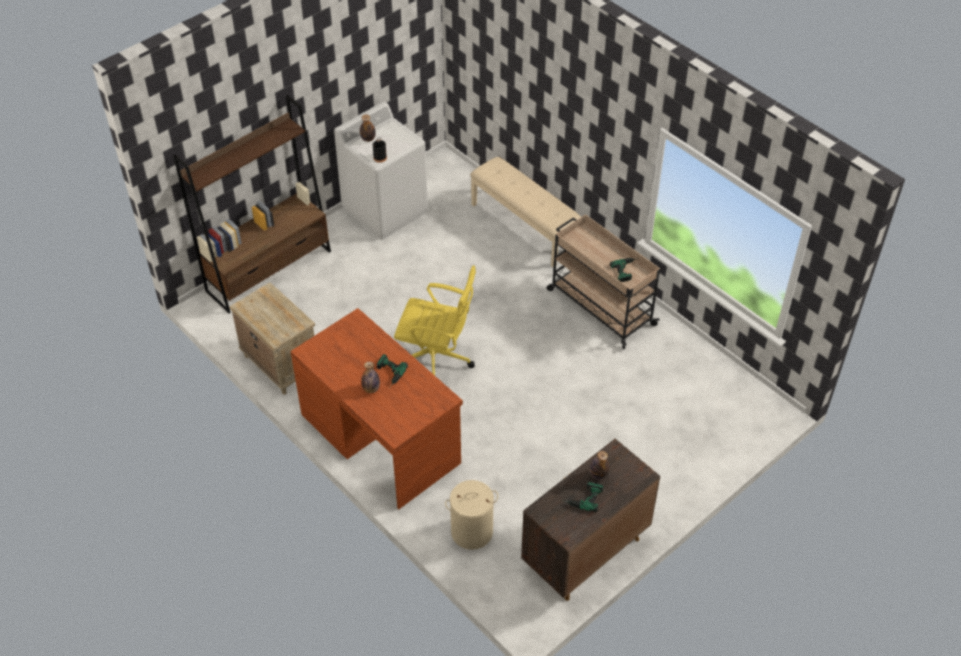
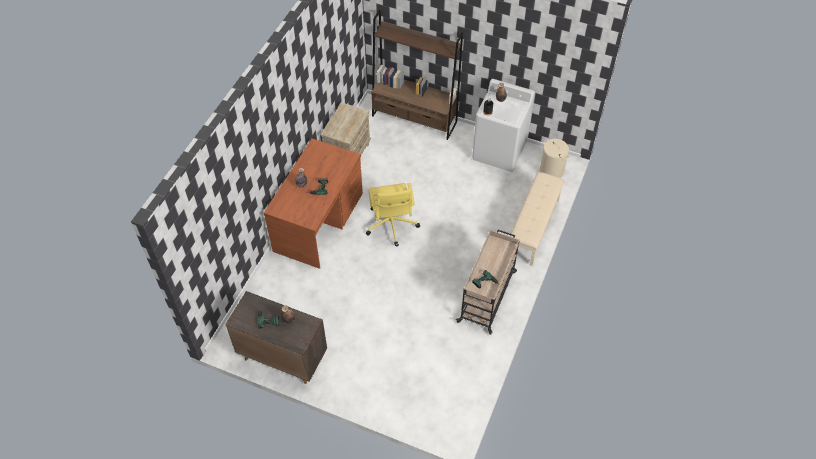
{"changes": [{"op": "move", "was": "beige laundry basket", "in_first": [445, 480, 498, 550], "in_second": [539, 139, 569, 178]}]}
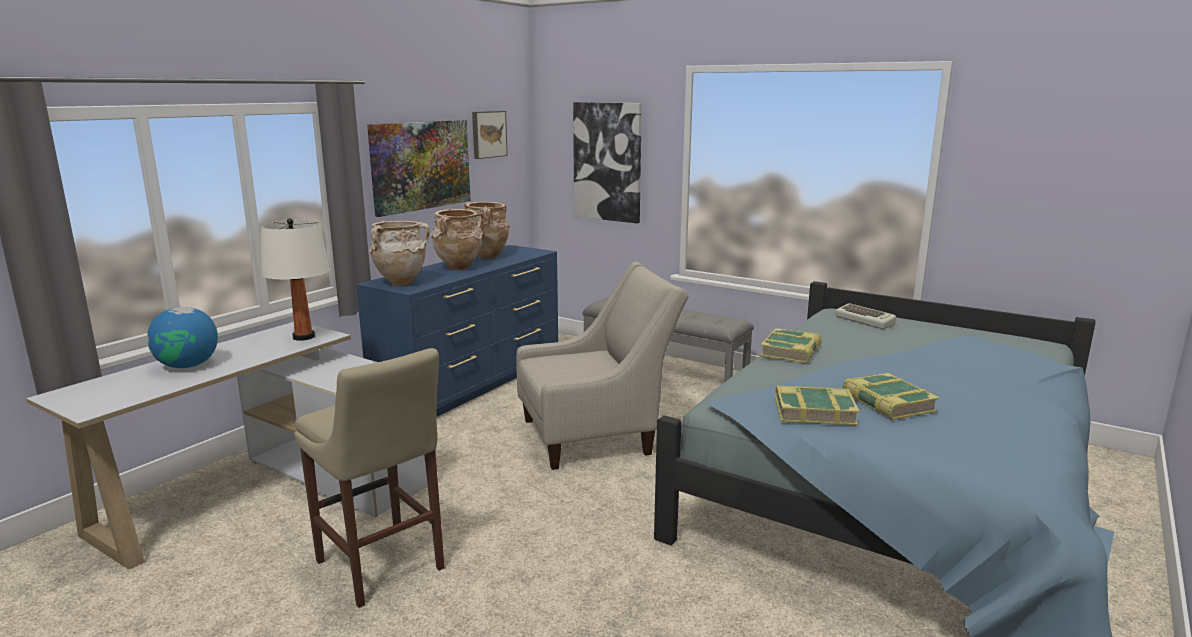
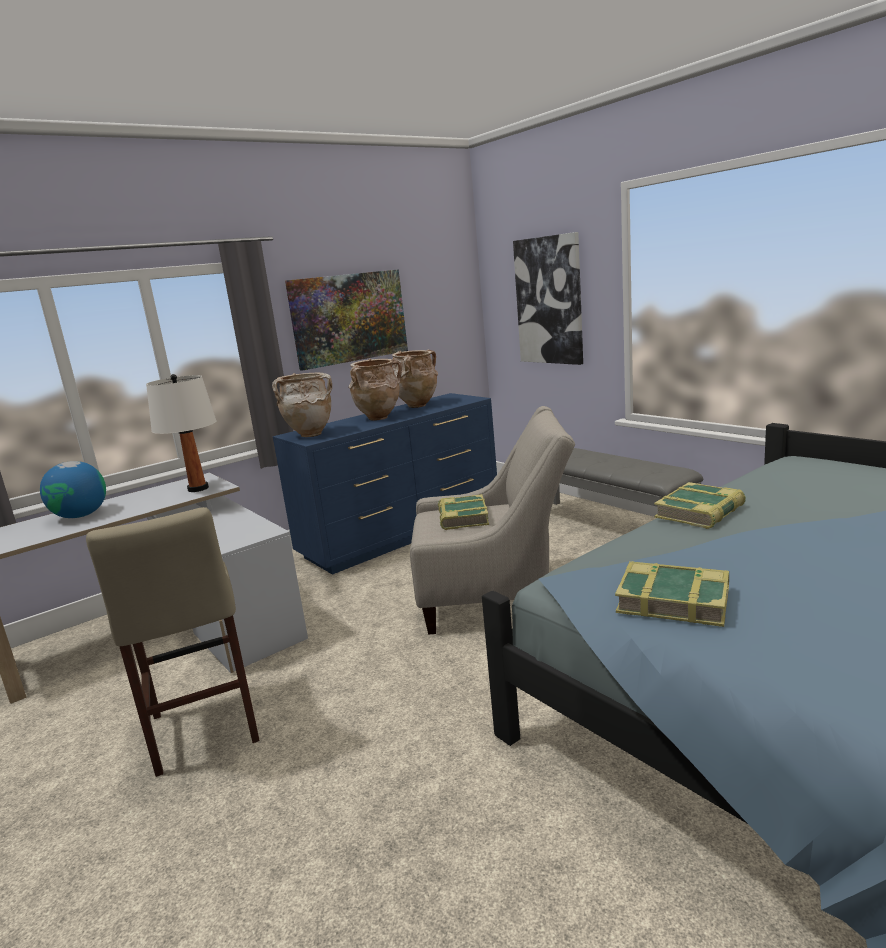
{"changes": [{"op": "delete", "was": "picture", "in_first": [472, 111, 508, 159]}, {"op": "delete", "was": "keyboard", "in_first": [835, 303, 896, 329]}, {"op": "move", "was": "book", "in_first": [842, 373, 939, 420], "in_second": [438, 494, 489, 530]}]}
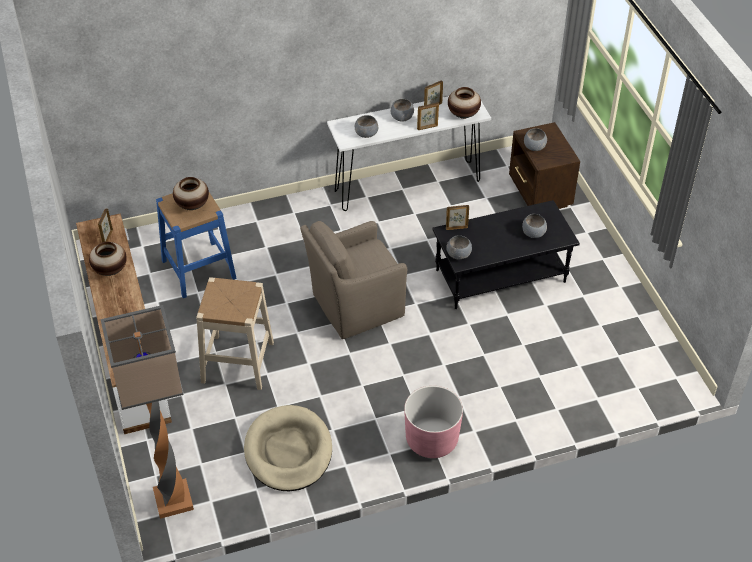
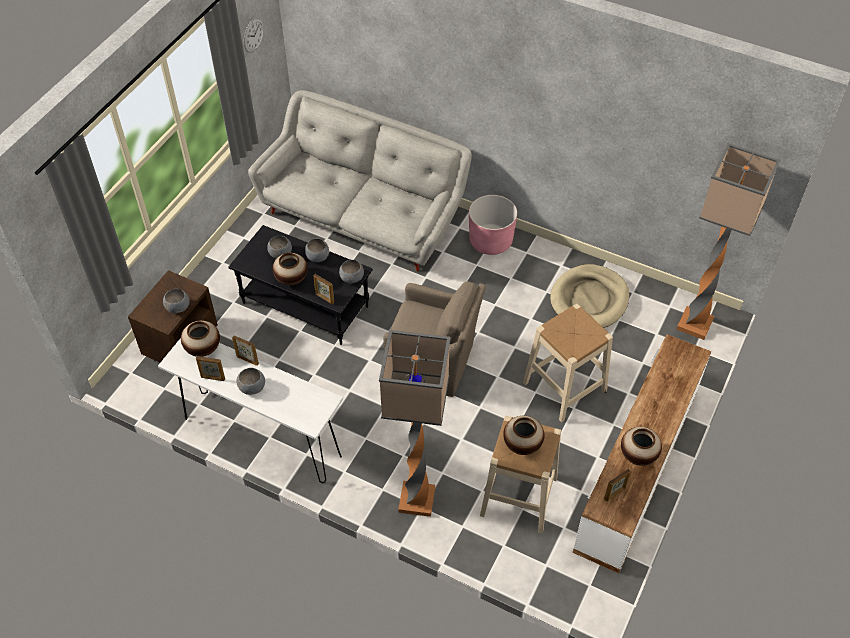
{"changes": [{"op": "insert", "now": "wall clock", "in_second": [243, 18, 263, 53]}, {"op": "insert", "now": "grey sofa", "in_second": [248, 90, 472, 271]}, {"op": "insert", "now": "vase", "in_second": [272, 253, 308, 285]}, {"op": "insert", "now": "floor lamp", "in_second": [379, 330, 451, 517]}, {"op": "move", "was": "grey bowl", "in_first": [355, 115, 378, 138], "in_second": [305, 238, 329, 262]}, {"op": "recolor", "was": "blue stool", "now": "beige stool", "in_first": [156, 192, 237, 298], "in_second": [480, 416, 561, 533]}]}
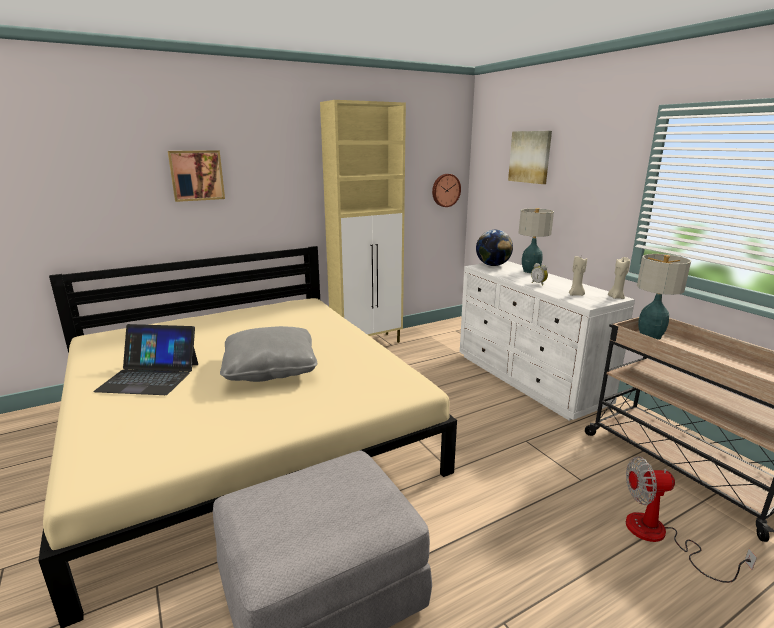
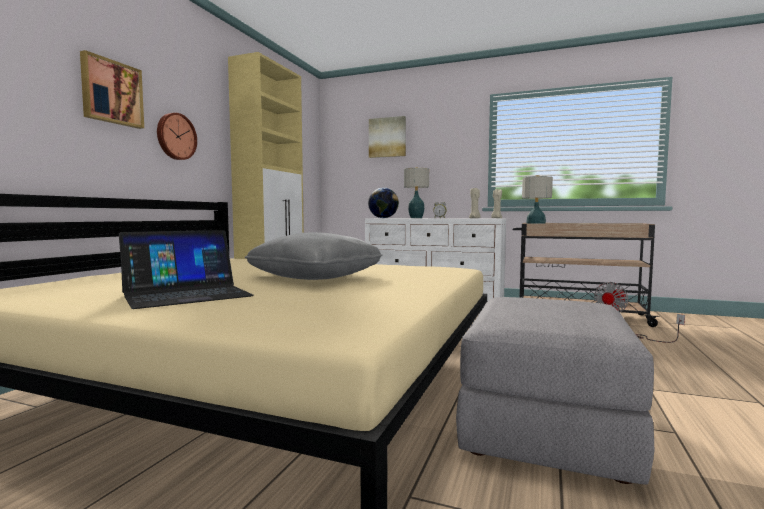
{"changes": [{"op": "move", "was": "wall clock", "in_first": [432, 174, 461, 207], "in_second": [157, 113, 197, 160]}]}
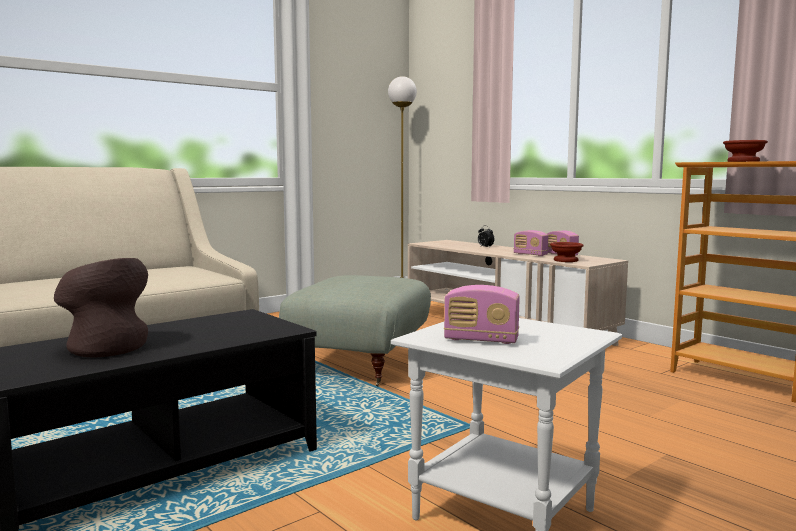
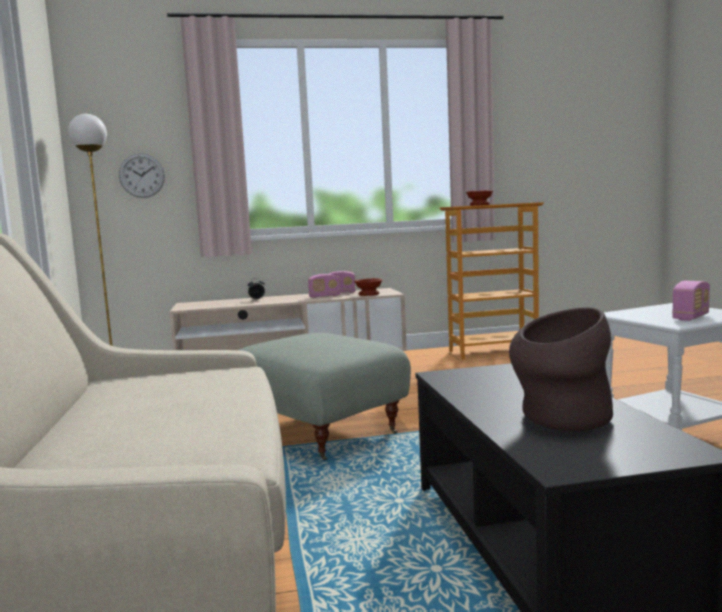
{"changes": [{"op": "insert", "now": "wall clock", "in_second": [119, 153, 165, 198]}]}
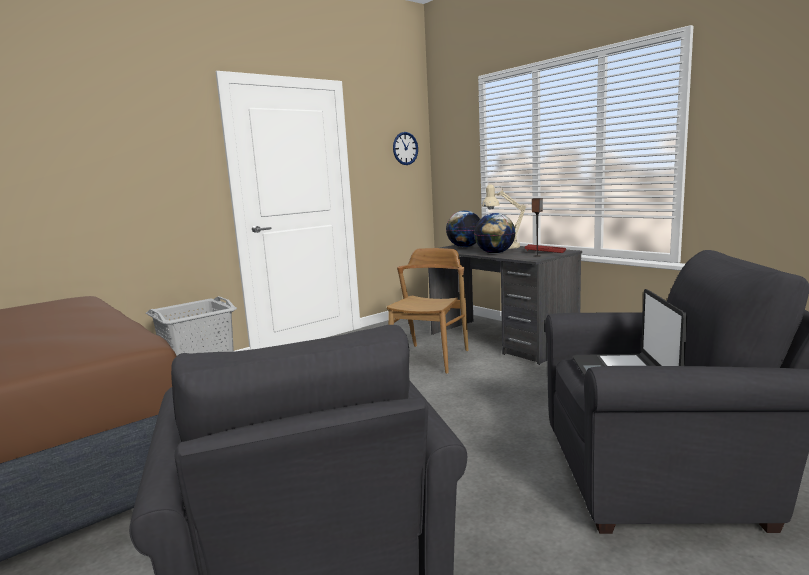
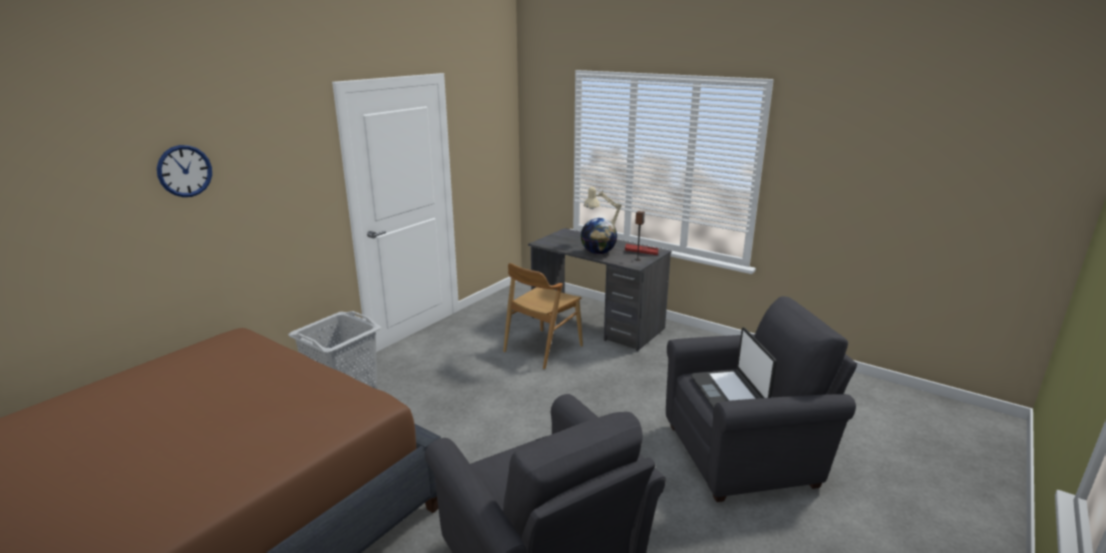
{"changes": [{"op": "delete", "was": "globe", "in_first": [446, 211, 480, 247]}, {"op": "move", "was": "wall clock", "in_first": [393, 132, 418, 165], "in_second": [157, 145, 212, 197]}, {"op": "rotate", "was": "brown chair", "in_first": [387, 248, 469, 374], "in_second": [503, 263, 583, 369], "clockwise": -150}]}
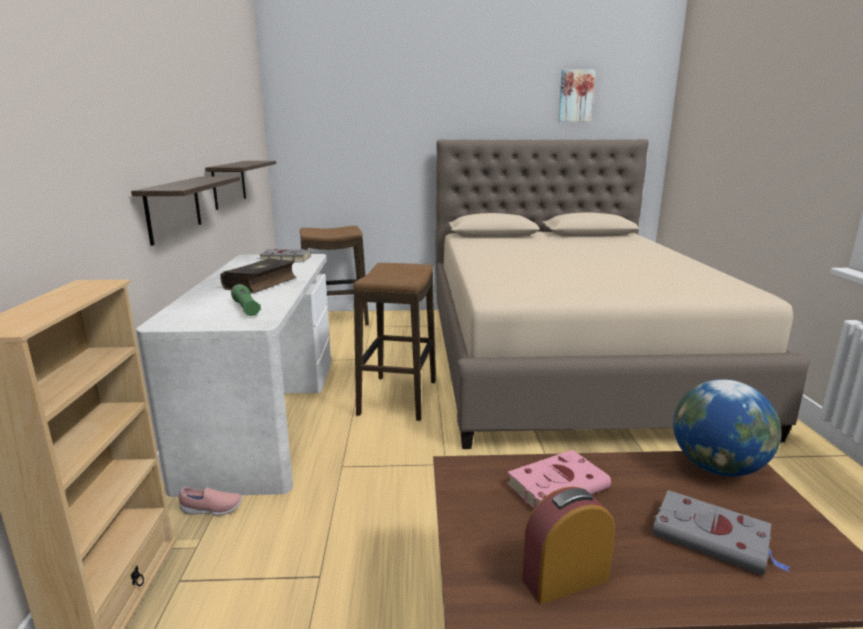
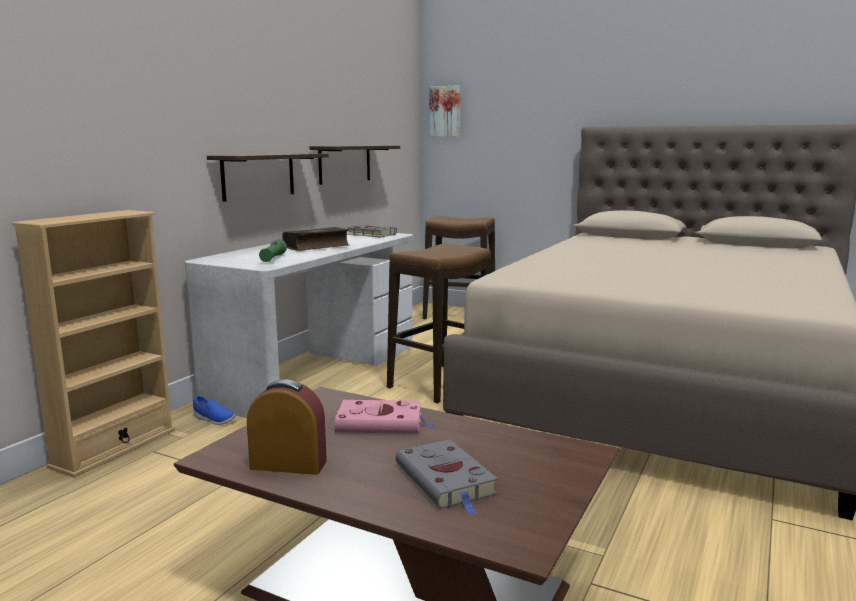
{"changes": [{"op": "delete", "was": "globe", "in_first": [673, 379, 781, 477]}, {"op": "move", "was": "picture", "in_first": [558, 70, 595, 122], "in_second": [429, 85, 461, 137]}, {"op": "recolor", "was": "pink shoe", "now": "blue shoe", "in_first": [178, 487, 242, 516], "in_second": [193, 395, 236, 425]}]}
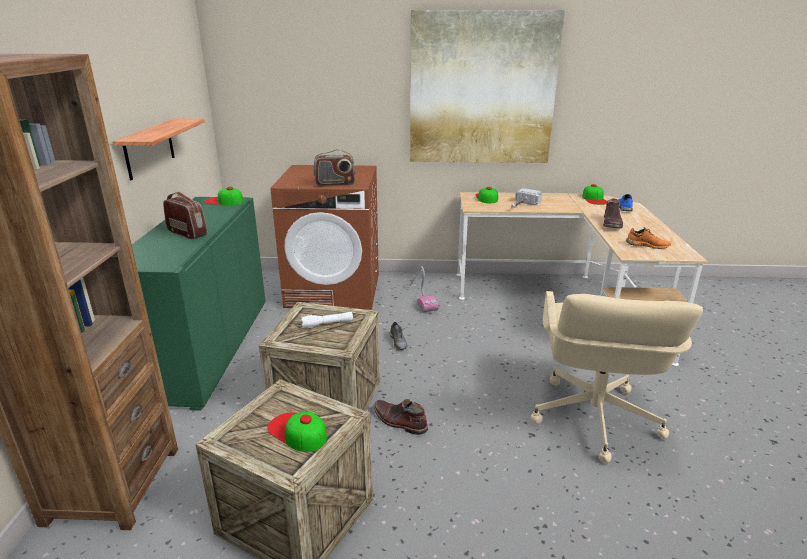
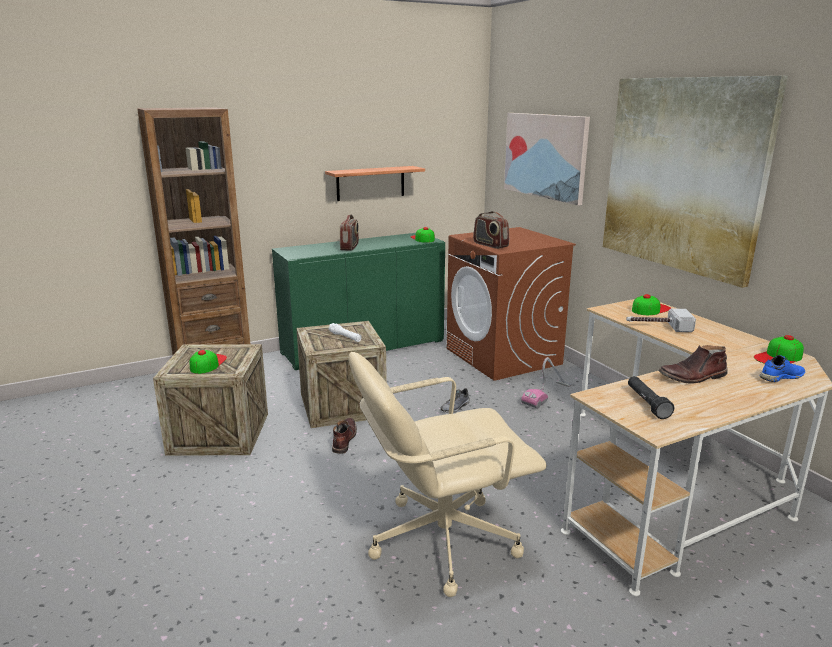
{"changes": [{"op": "insert", "now": "picture", "in_second": [504, 113, 590, 206]}, {"op": "replace", "was": "orange shoe", "now": "black flashlight", "in_first": [626, 227, 671, 249], "in_second": [628, 376, 674, 419]}]}
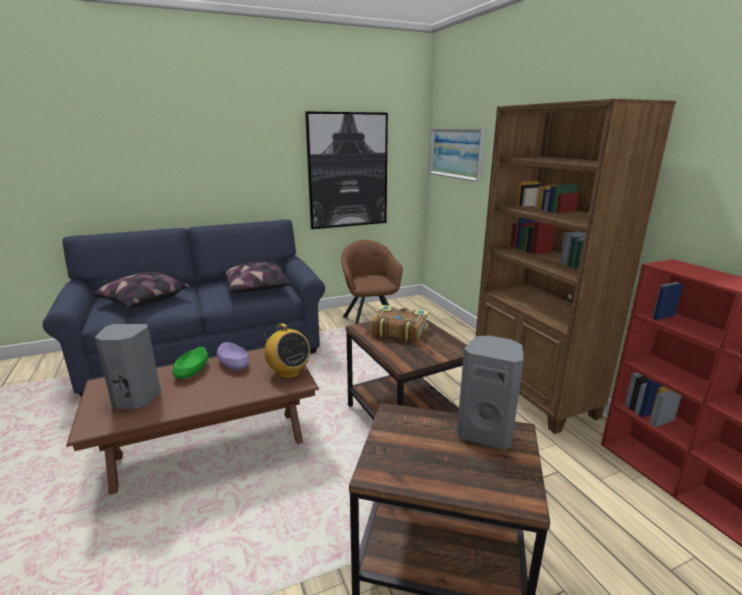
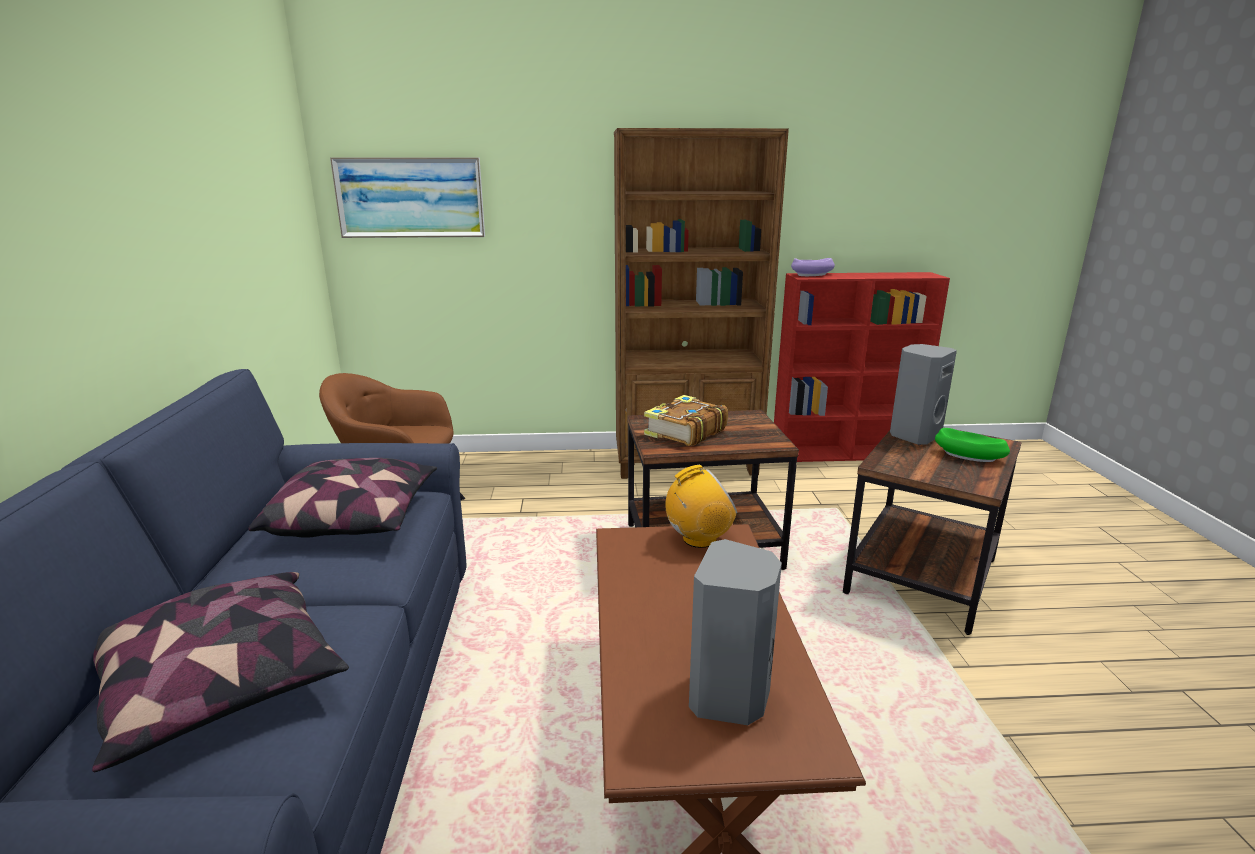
{"changes": [{"op": "delete", "was": "picture", "in_first": [305, 112, 388, 229]}, {"op": "move", "was": "green bowl", "in_first": [172, 347, 208, 380], "in_second": [935, 428, 1010, 462]}, {"op": "move", "was": "purple bowl", "in_first": [217, 342, 249, 371], "in_second": [791, 258, 835, 276]}]}
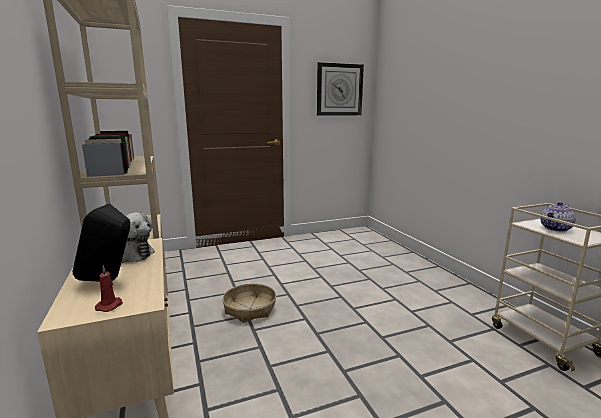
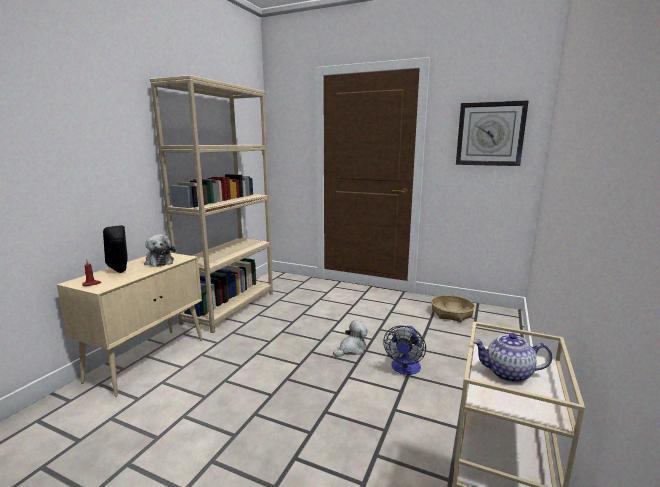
{"changes": [{"op": "insert", "now": "plush toy", "in_second": [333, 321, 368, 357]}, {"op": "insert", "now": "fan", "in_second": [383, 325, 426, 375]}, {"op": "move", "was": "basket", "in_first": [222, 284, 276, 323], "in_second": [431, 295, 475, 322]}]}
